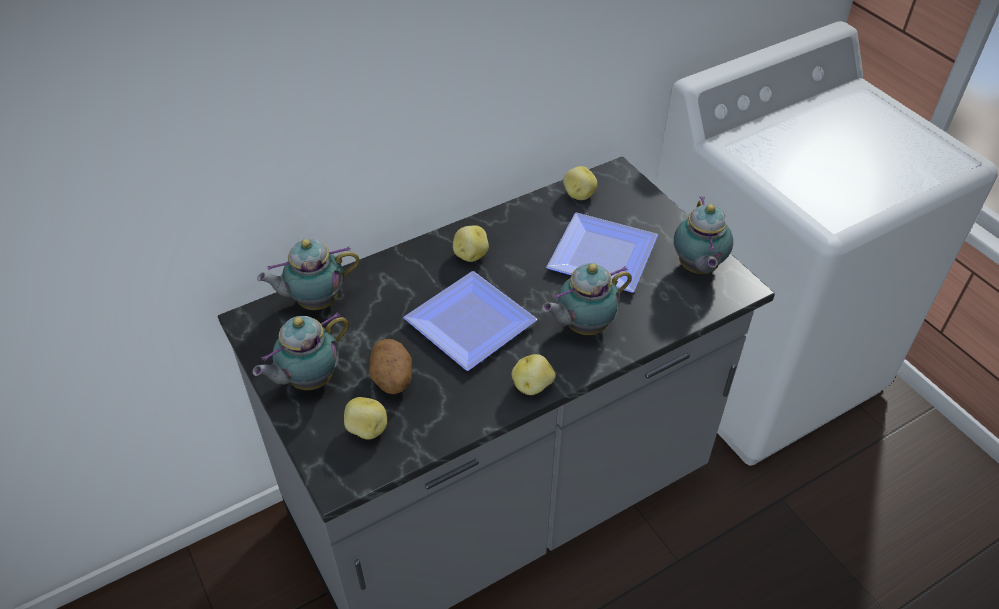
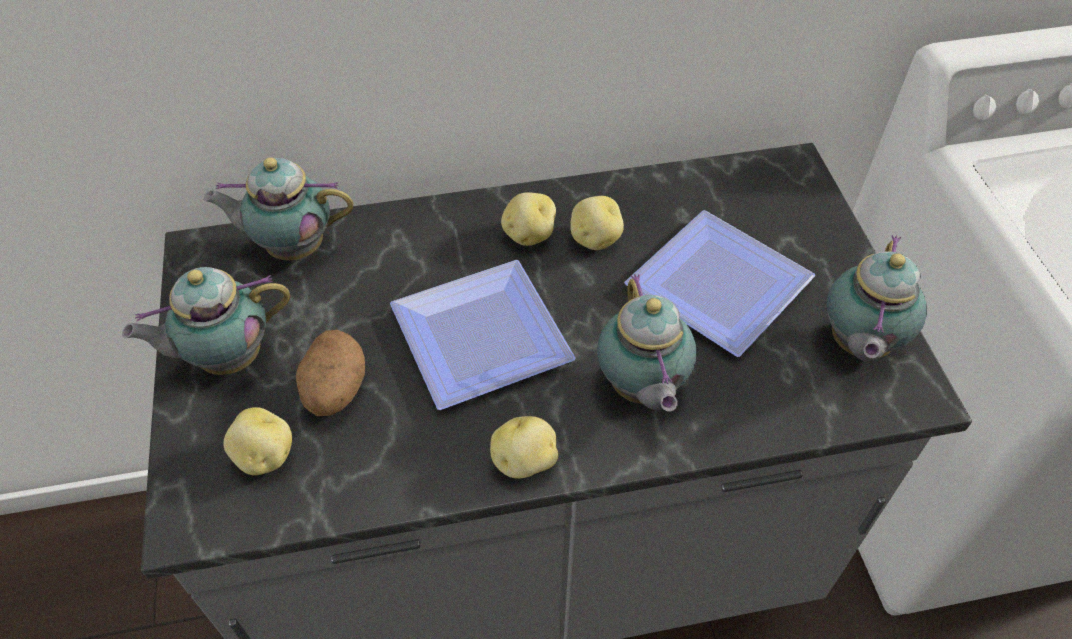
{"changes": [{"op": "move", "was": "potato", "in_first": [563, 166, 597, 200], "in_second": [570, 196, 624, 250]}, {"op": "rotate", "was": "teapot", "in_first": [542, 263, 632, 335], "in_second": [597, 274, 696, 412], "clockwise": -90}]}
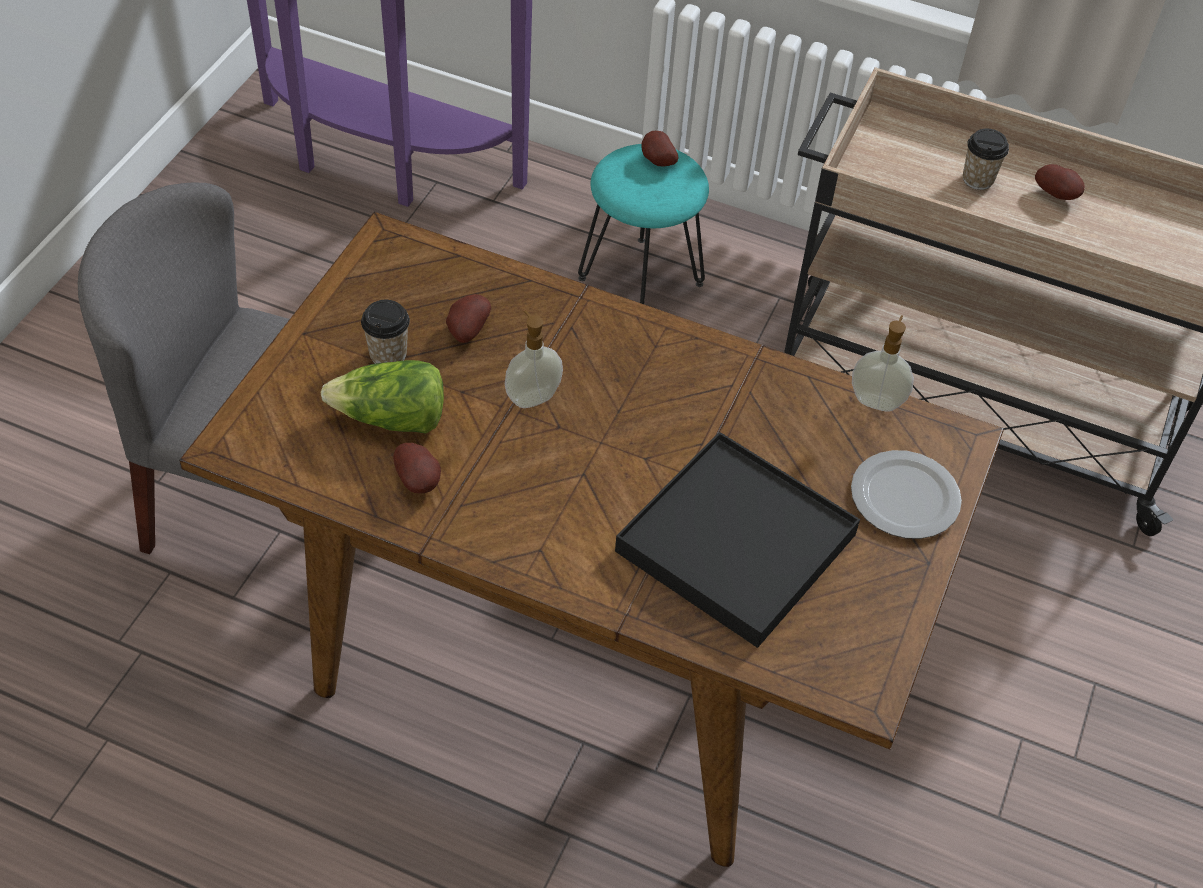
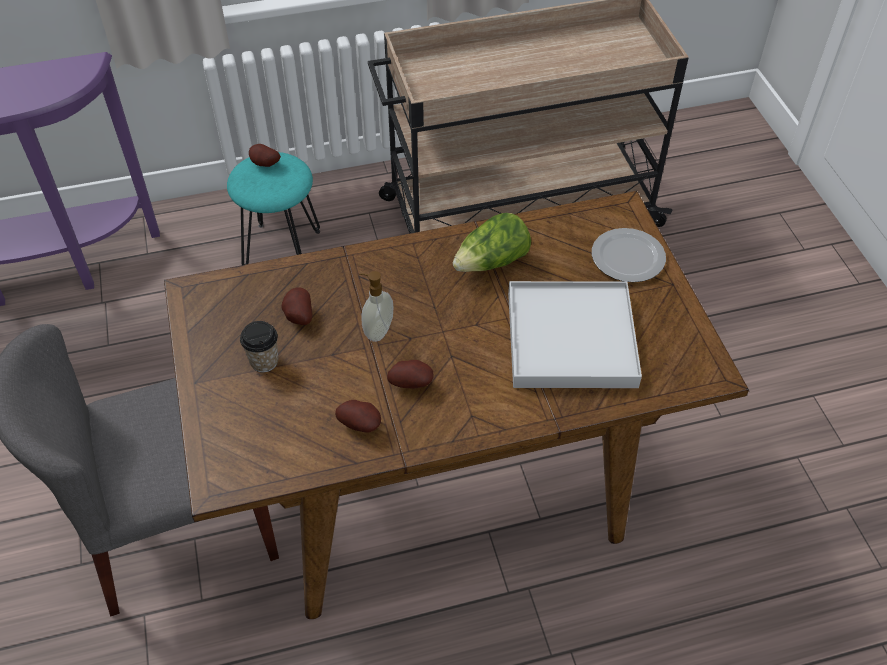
{"changes": [{"op": "delete", "was": "soap dispenser", "in_first": [852, 315, 914, 412]}, {"op": "delete", "was": "cup", "in_first": [963, 129, 1009, 190]}, {"op": "move", "was": "lettuce", "in_first": [320, 360, 444, 433], "in_second": [453, 213, 531, 272]}, {"op": "move", "was": "potato", "in_first": [1035, 164, 1085, 200], "in_second": [387, 360, 434, 388]}, {"op": "recolor", "was": "black tray", "now": "white tray", "in_first": [615, 432, 860, 648], "in_second": [508, 281, 642, 388]}]}
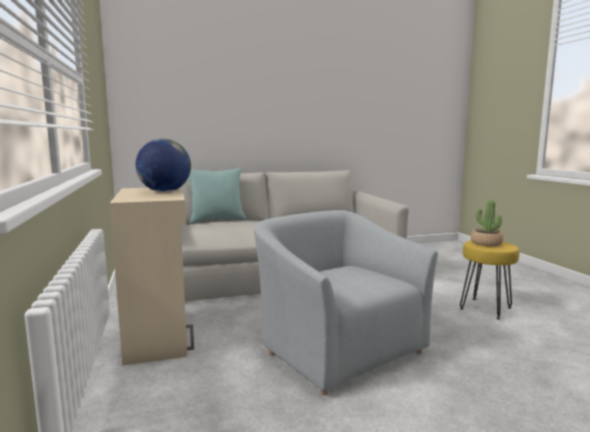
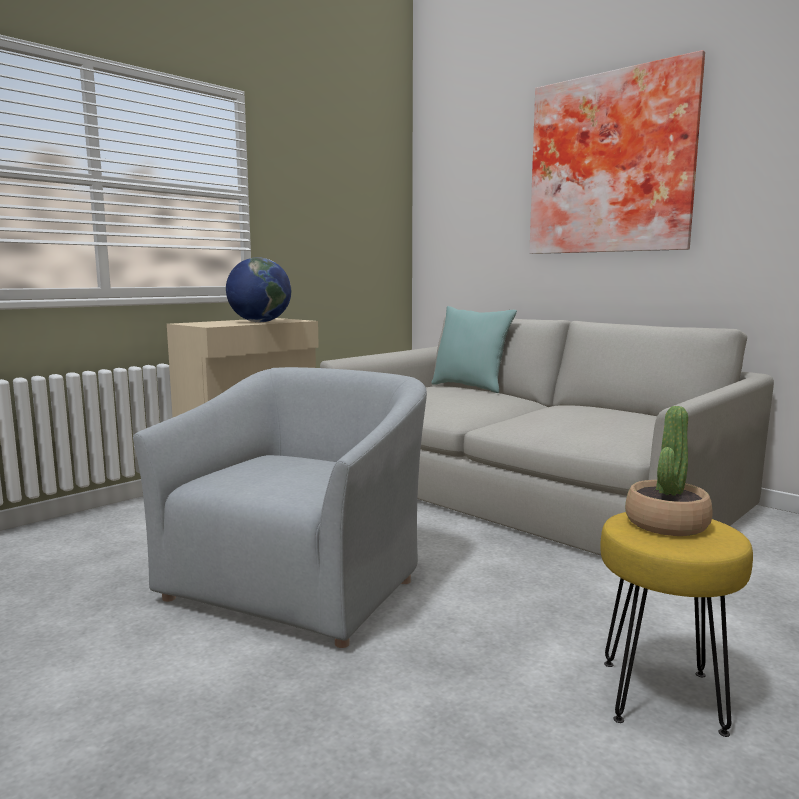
{"changes": [{"op": "insert", "now": "picture", "in_second": [529, 50, 705, 254]}]}
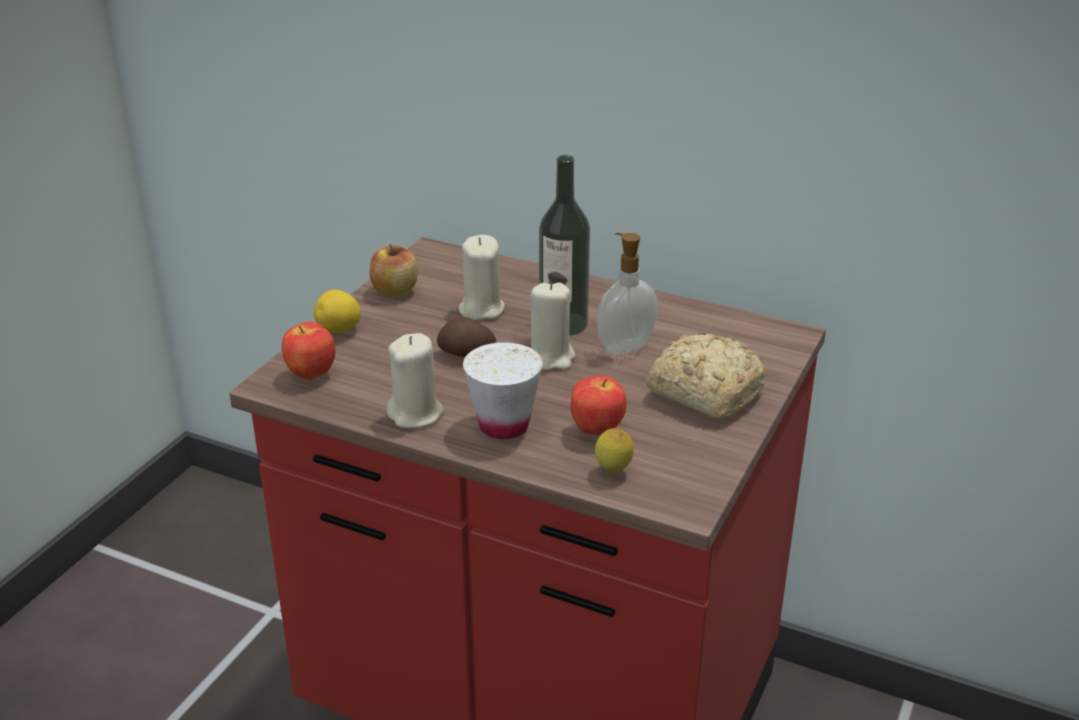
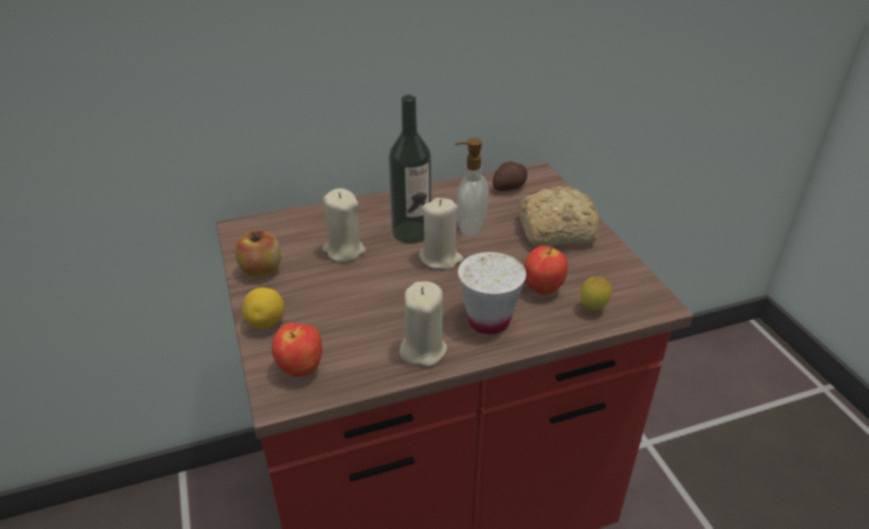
{"changes": [{"op": "move", "was": "potato", "in_first": [437, 317, 496, 357], "in_second": [493, 161, 528, 191]}]}
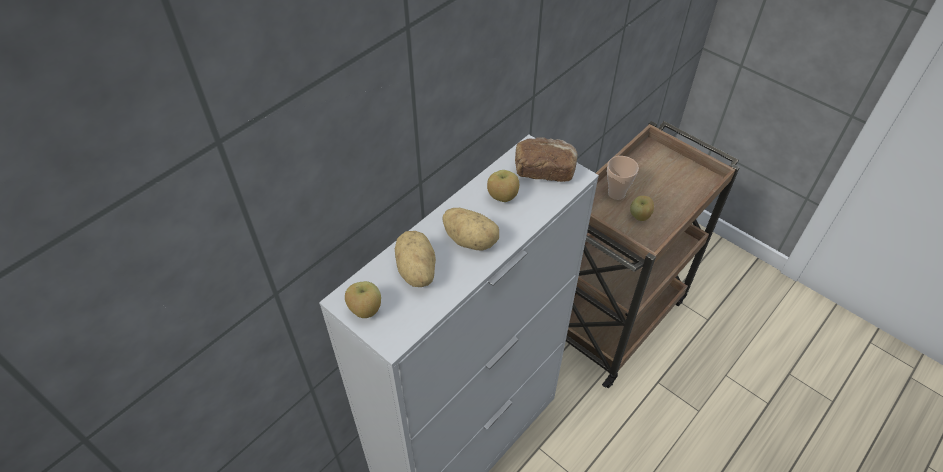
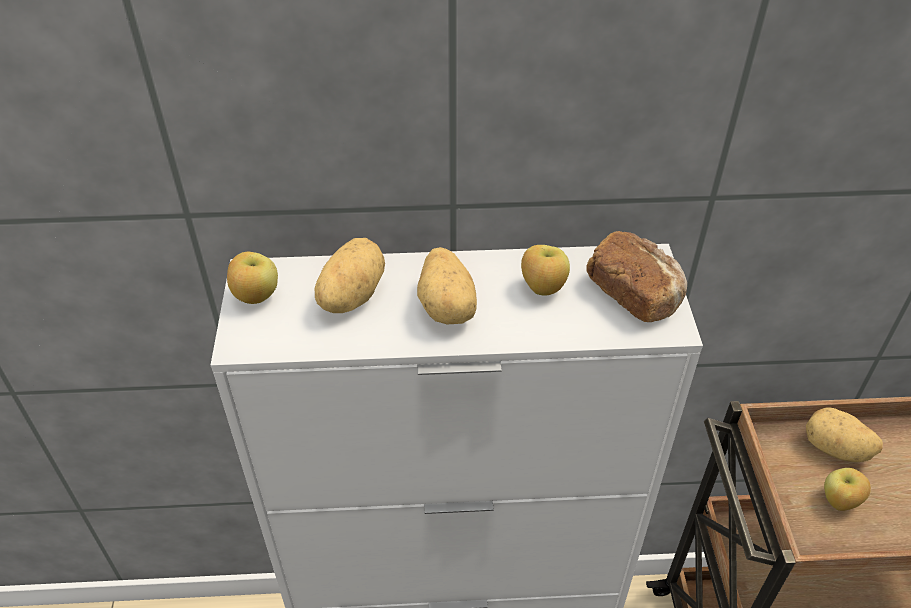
{"changes": [{"op": "replace", "was": "cup", "now": "potato", "in_first": [607, 156, 639, 200], "in_second": [806, 407, 883, 462]}]}
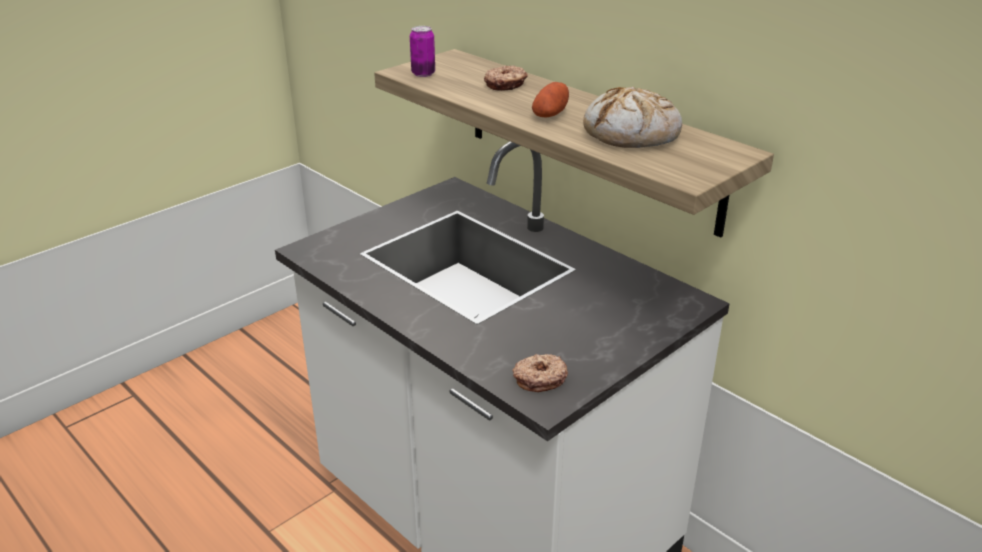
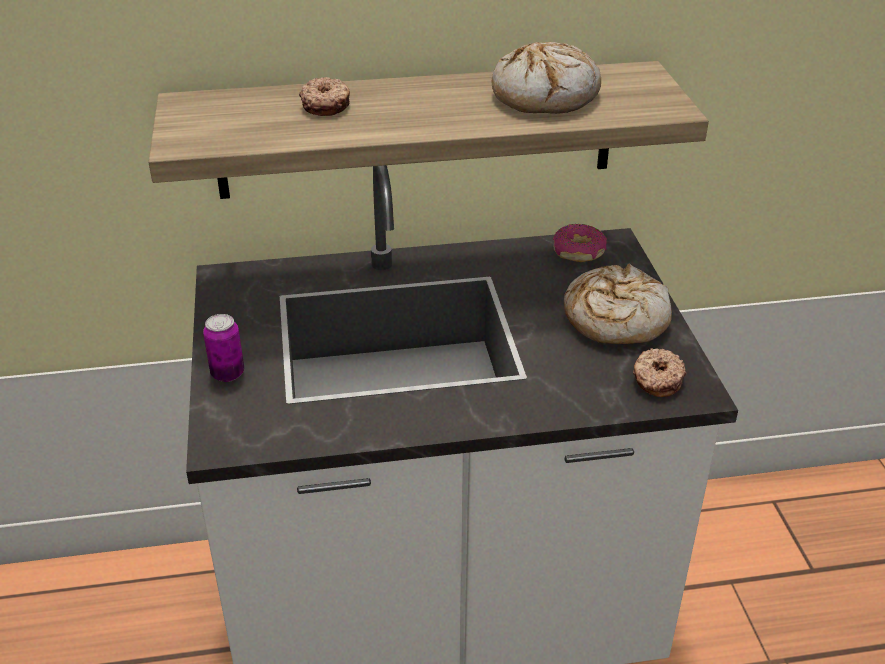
{"changes": [{"op": "delete", "was": "potato", "in_first": [532, 82, 569, 118]}, {"op": "insert", "now": "donut", "in_second": [553, 224, 607, 262]}, {"op": "insert", "now": "bread", "in_second": [564, 263, 672, 344]}, {"op": "move", "was": "can", "in_first": [410, 26, 435, 77], "in_second": [203, 314, 244, 382]}]}
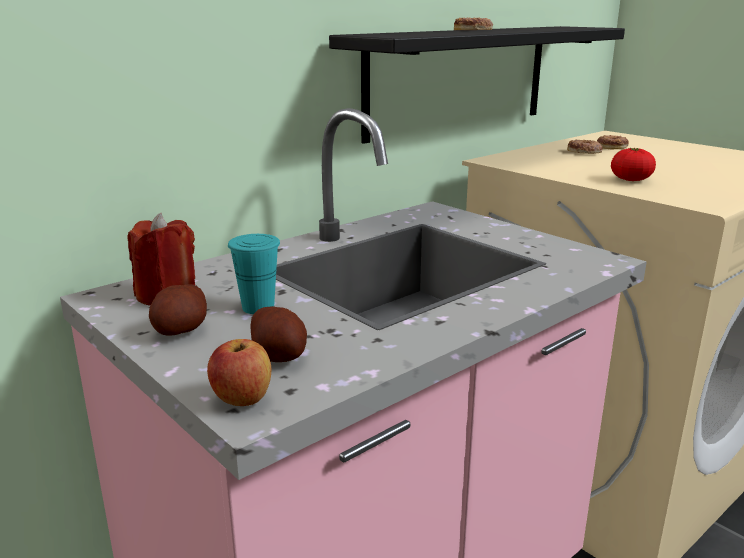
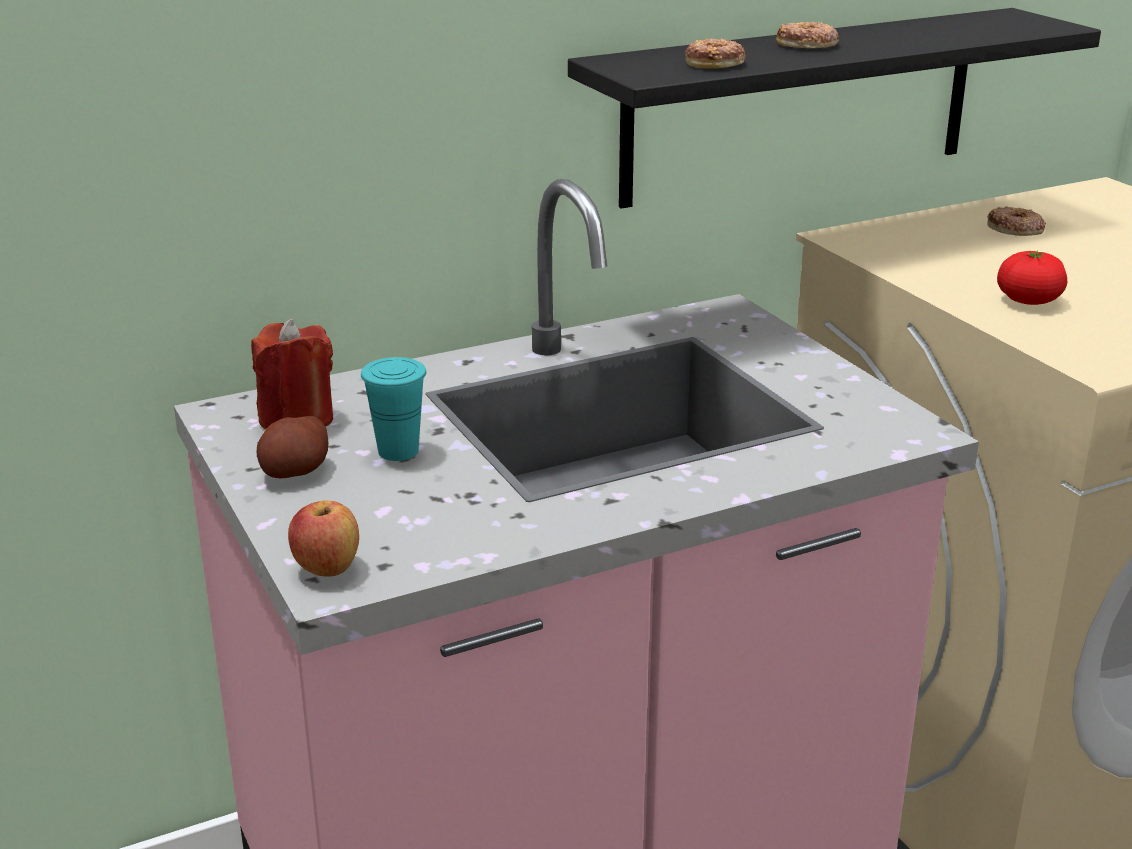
{"changes": [{"op": "delete", "was": "potato", "in_first": [250, 306, 307, 362]}, {"op": "move", "was": "donut", "in_first": [597, 135, 629, 149], "in_second": [685, 39, 746, 68]}]}
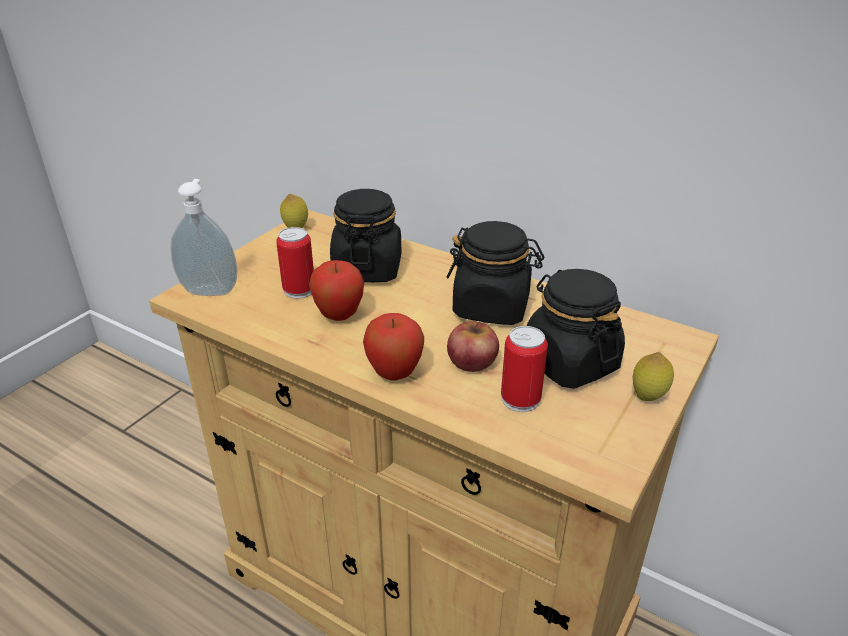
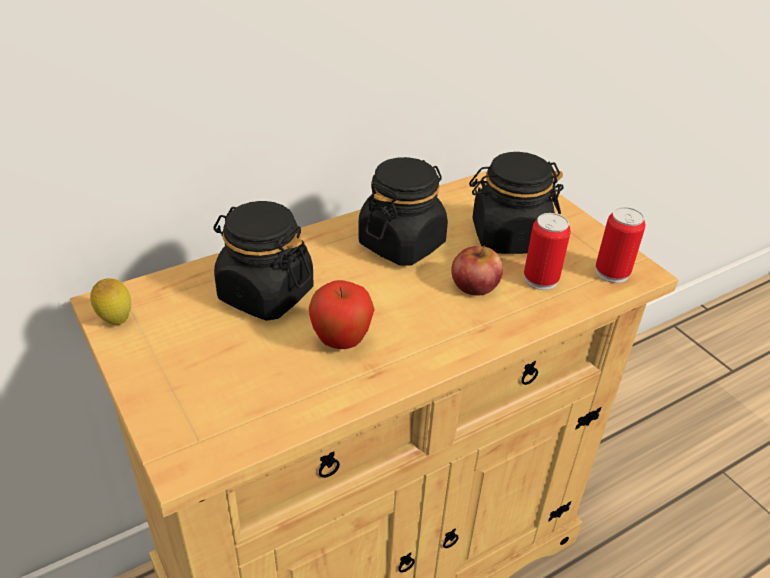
{"changes": [{"op": "delete", "was": "soap dispenser", "in_first": [170, 179, 238, 296]}, {"op": "delete", "was": "apple", "in_first": [363, 313, 424, 381]}, {"op": "delete", "was": "lemon", "in_first": [633, 352, 674, 401]}, {"op": "move", "was": "can", "in_first": [276, 227, 314, 299], "in_second": [596, 207, 646, 283]}]}
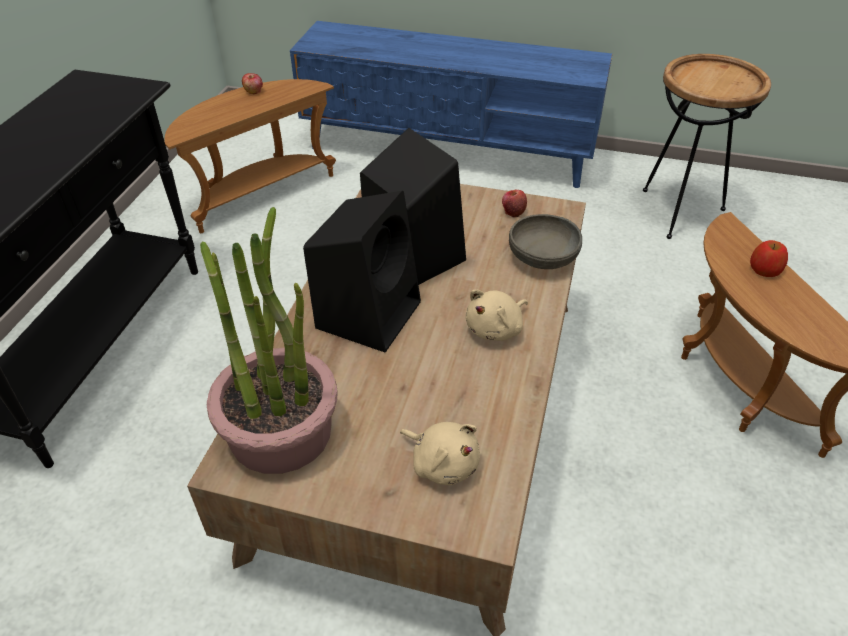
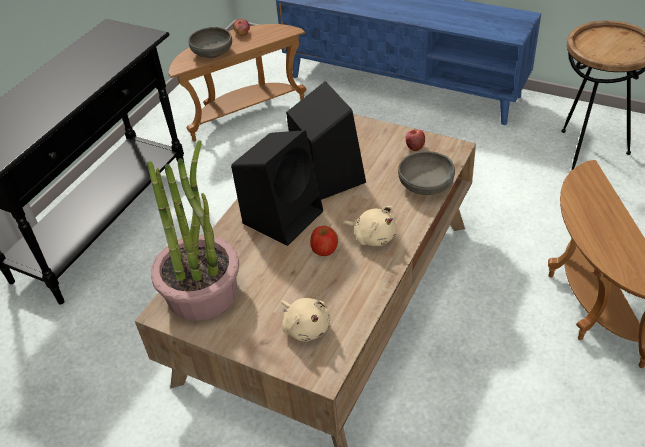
{"changes": [{"op": "insert", "now": "grey bowl", "in_second": [188, 27, 232, 58]}, {"op": "move", "was": "apple", "in_first": [750, 240, 788, 277], "in_second": [310, 226, 338, 256]}, {"op": "rotate", "was": "beige plush toy", "in_first": [466, 289, 528, 341], "in_second": [342, 206, 397, 246], "clockwise": -120}]}
